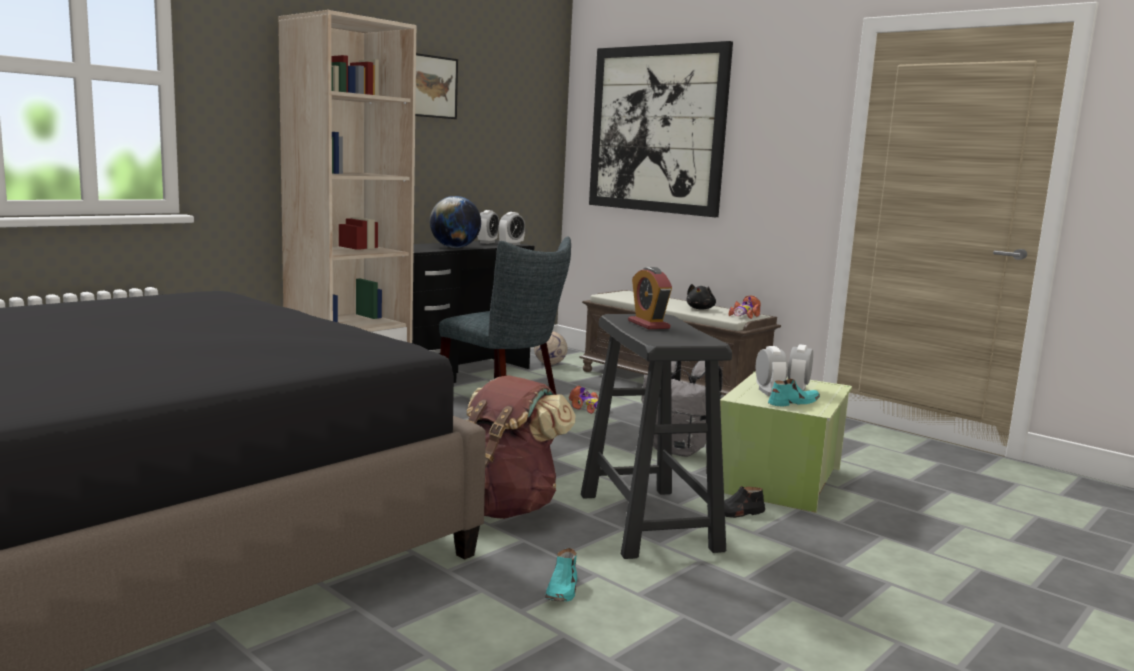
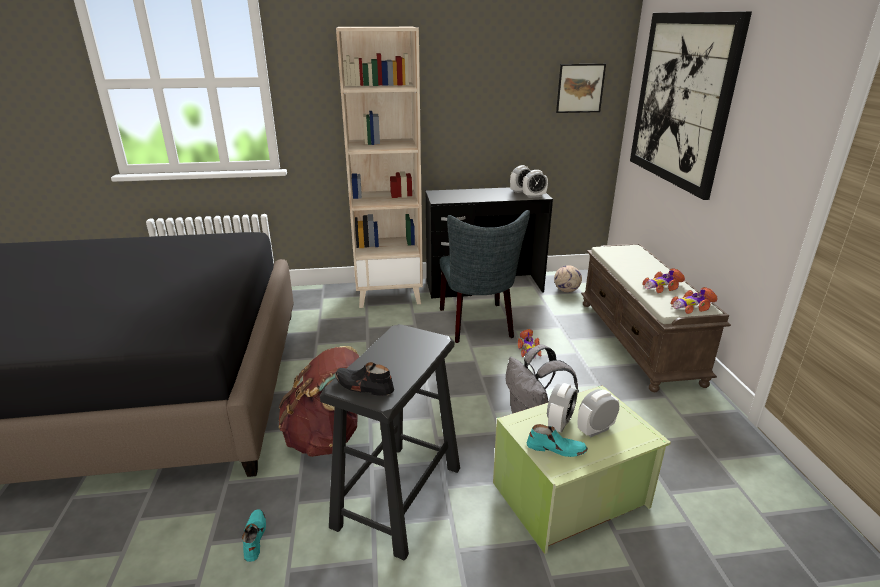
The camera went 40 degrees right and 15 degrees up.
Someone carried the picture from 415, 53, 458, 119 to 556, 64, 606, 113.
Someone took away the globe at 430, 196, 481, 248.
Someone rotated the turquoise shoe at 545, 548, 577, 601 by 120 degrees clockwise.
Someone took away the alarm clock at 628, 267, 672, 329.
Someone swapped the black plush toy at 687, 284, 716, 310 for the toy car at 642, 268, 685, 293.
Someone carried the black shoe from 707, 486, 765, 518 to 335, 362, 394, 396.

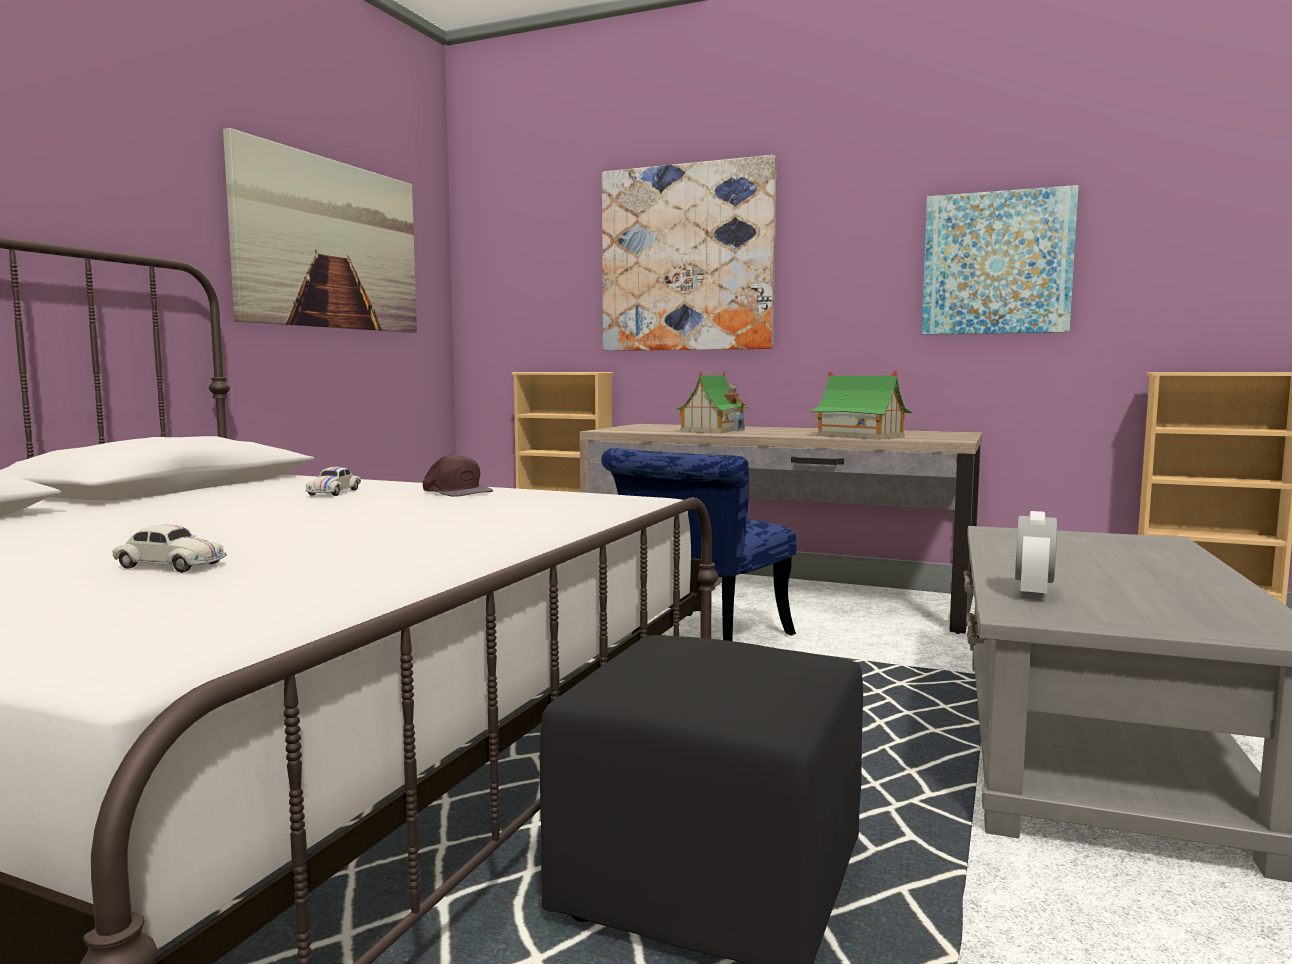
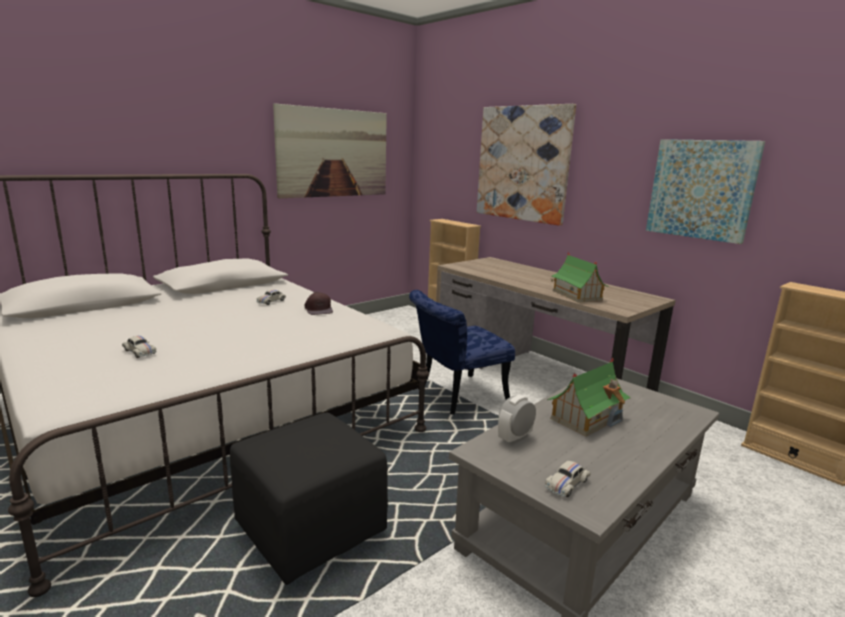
The camera went 25 degrees right and 10 degrees up.
Someone carried the toy house from 675, 370, 748, 434 to 547, 358, 631, 437.
Someone put down the white toy car at 544, 461, 591, 497.

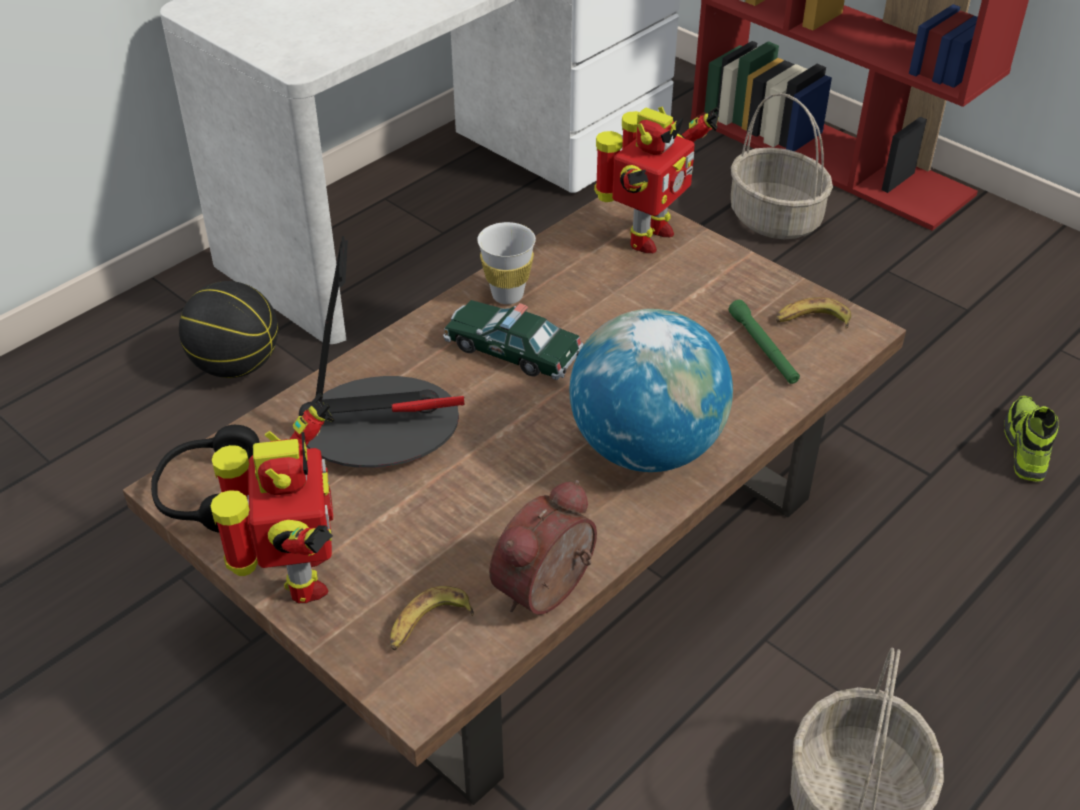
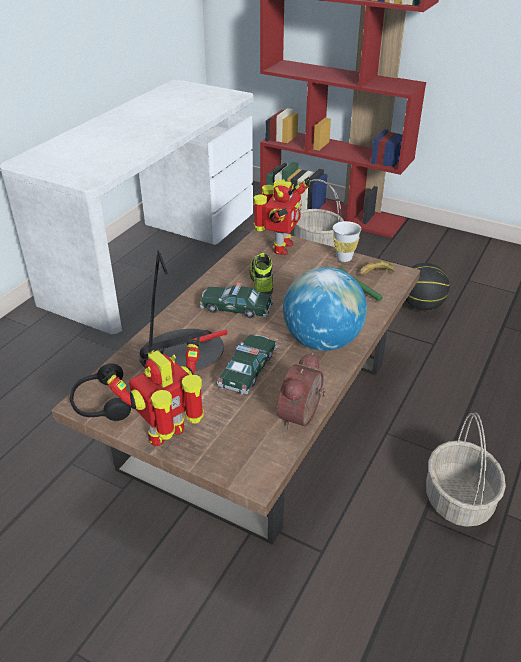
The camera went 15 degrees left and 5 degrees down.
Someone carried the basketball from 179, 281, 278, 378 to 405, 263, 450, 311.
Someone rotated the toy robot at 210, 393, 335, 603 by 105 degrees counterclockwise.
Someone took away the banana at 390, 586, 474, 650.
Someone carried the white cup from 477, 222, 536, 304 to 333, 221, 361, 262.
Someone carried the shoe from 1004, 396, 1059, 482 to 249, 253, 273, 296.
Someone put down the toy car at 217, 334, 278, 395.

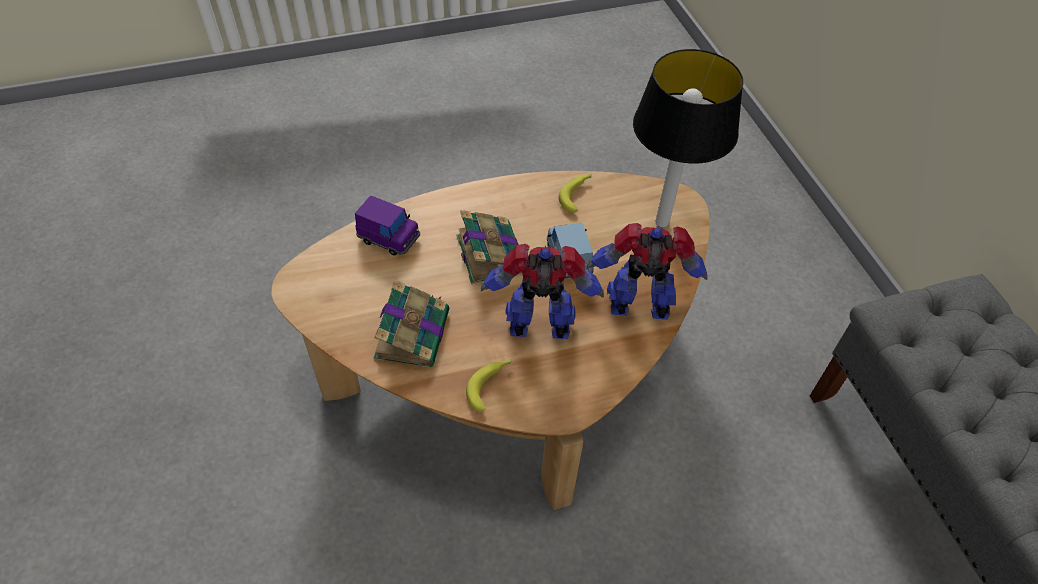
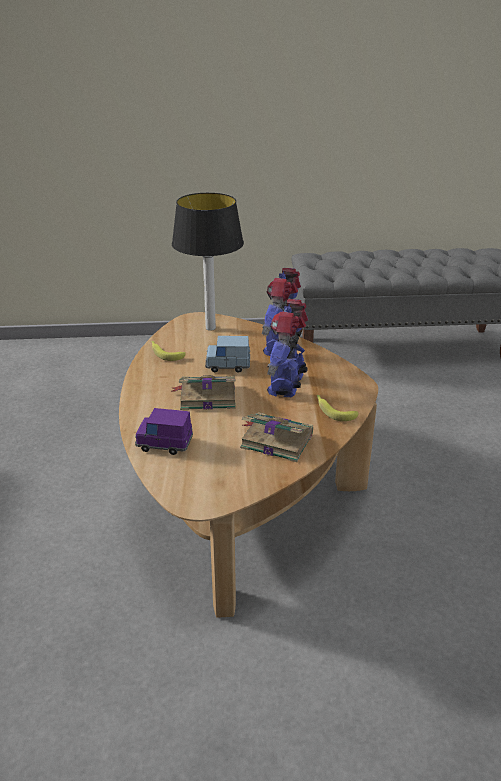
The camera went 75 degrees left and 20 degrees down.
Someone rotated the purple toy car at 355, 196, 420, 256 by 120 degrees counterclockwise.

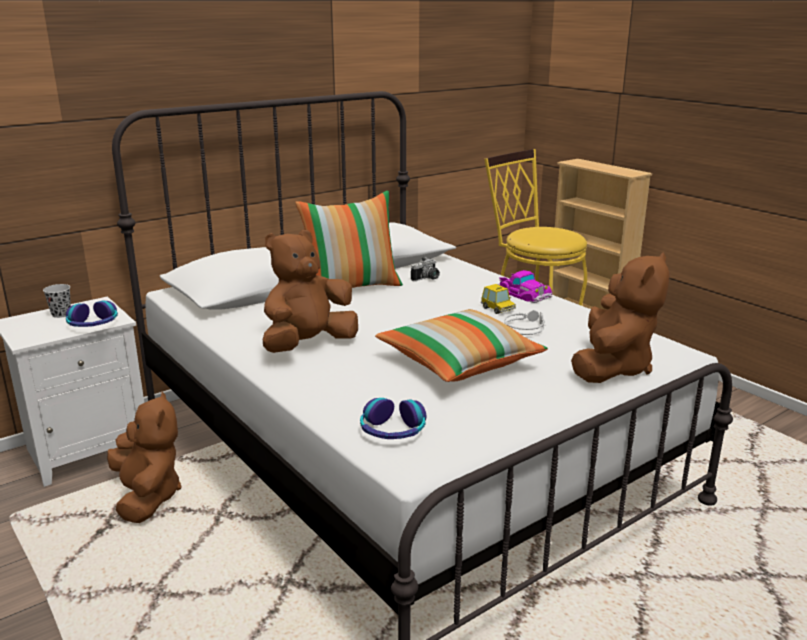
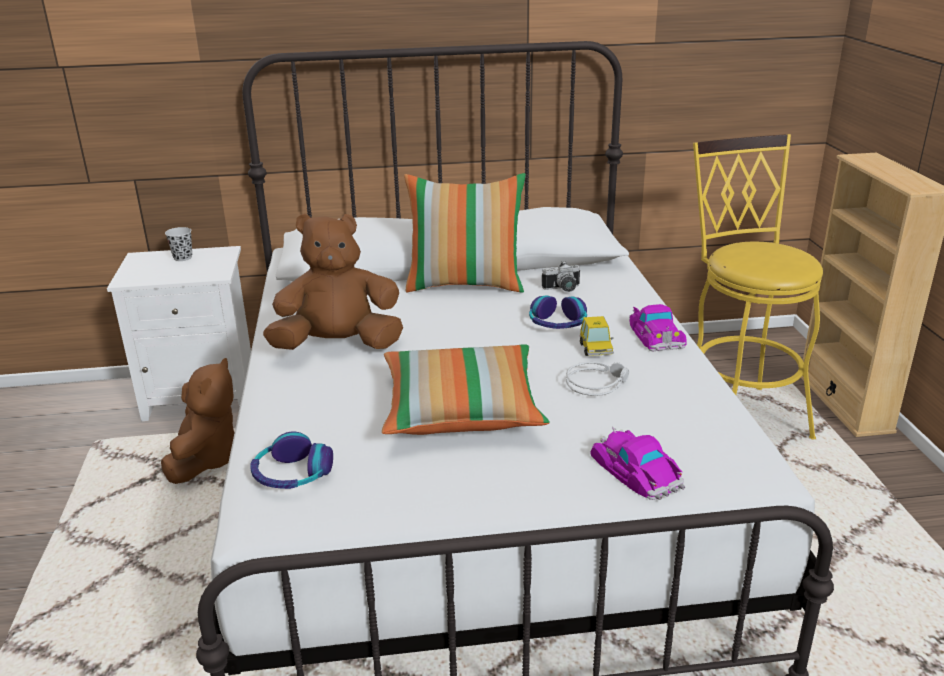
The camera went 30 degrees right and 5 degrees up.
Someone carried the headphones from 66, 300, 118, 327 to 529, 295, 587, 329.
Someone swapped the brown plush toy at 571, 252, 670, 383 for the toy car at 590, 427, 685, 500.

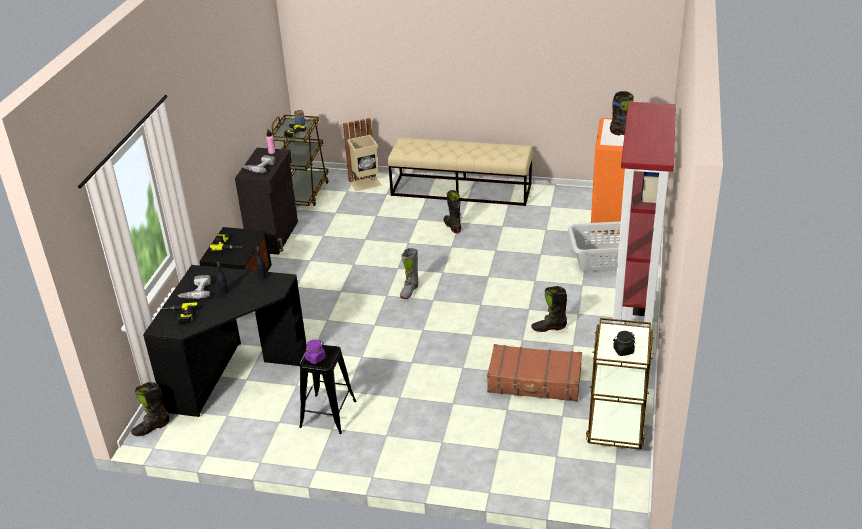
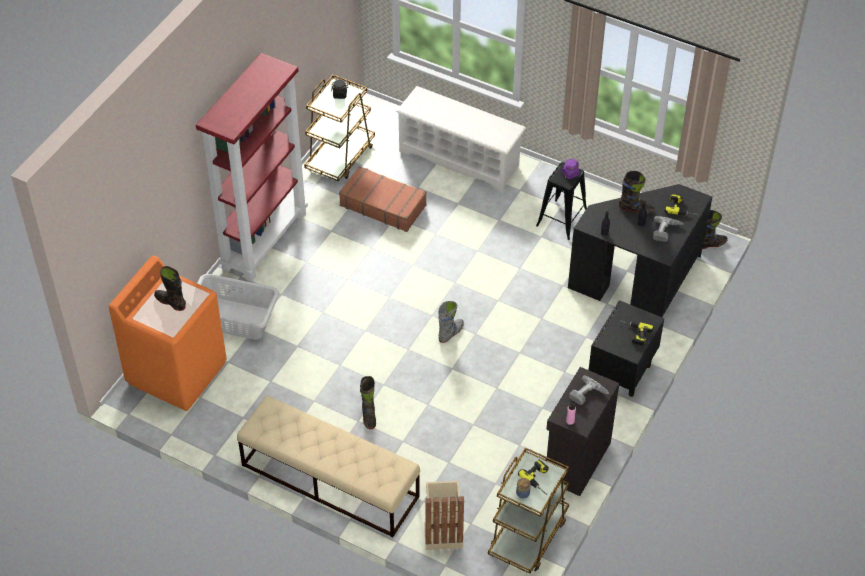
The camera went 165 degrees left and 15 degrees up.
Someone carried the black boot from 531, 286, 567, 332 to 619, 171, 654, 214.
Someone put down the white shoe rack at 396, 86, 526, 192.

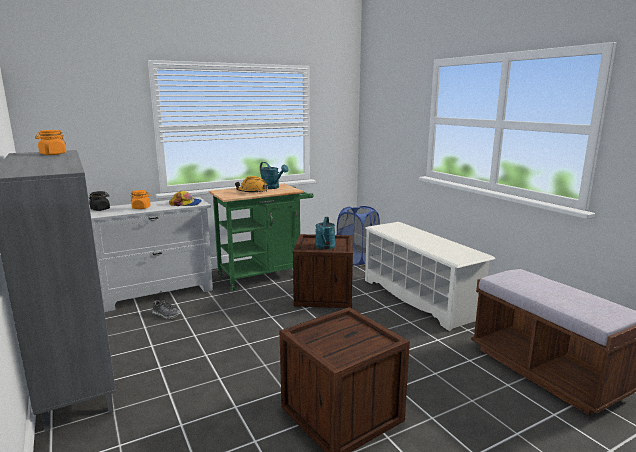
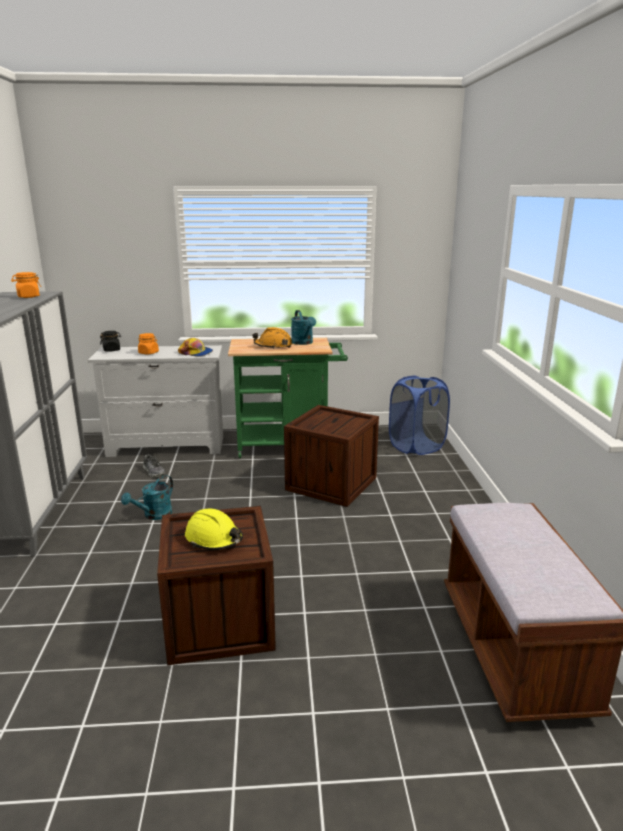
The camera went 25 degrees right and 5 degrees up.
Someone carried the turquoise watering can from 315, 217, 336, 249 to 121, 475, 173, 520.
Someone took away the white shoe rack at 365, 222, 495, 331.
Someone put down the yellow hard hat at 185, 509, 243, 550.

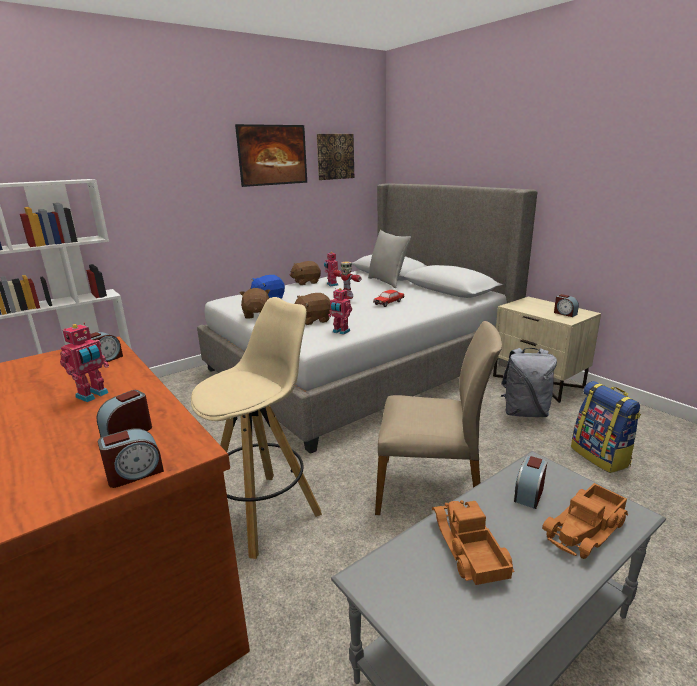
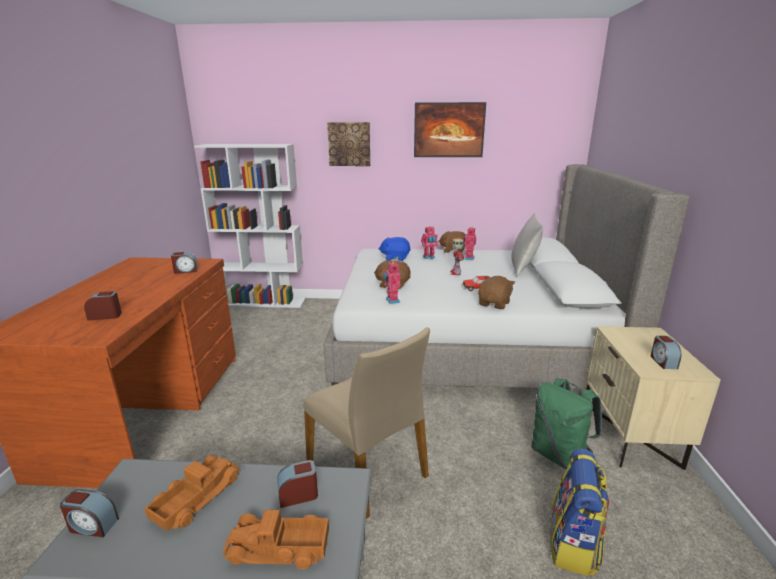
The camera went 40 degrees right and 0 degrees up.
Someone carried the toy robot from 60, 322, 109, 402 to 421, 226, 438, 259.
Someone carried the alarm clock from 98, 428, 164, 488 to 60, 489, 119, 537.
Someone took away the beige stool at 191, 297, 322, 559.
Someone carried the brown plush toy from 240, 288, 270, 319 to 478, 276, 516, 309.
Someone carried the picture from 317, 134, 354, 180 to 327, 122, 370, 166.
Someone repainted the grey backpack at 501, 348, 557, 417, which became the green backpack at 531, 378, 602, 471.

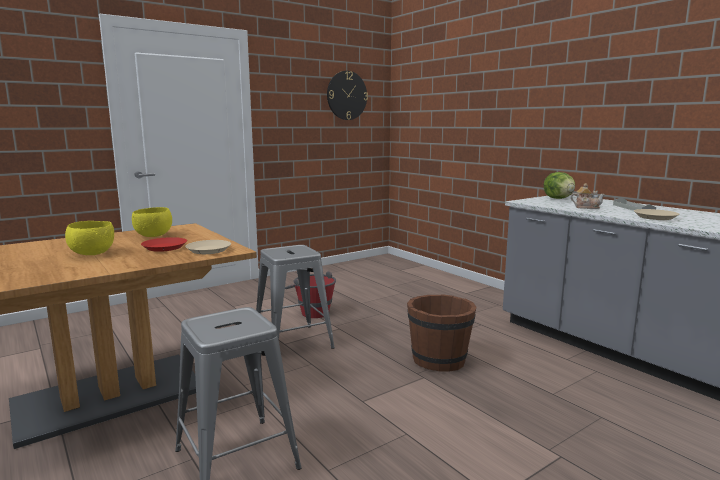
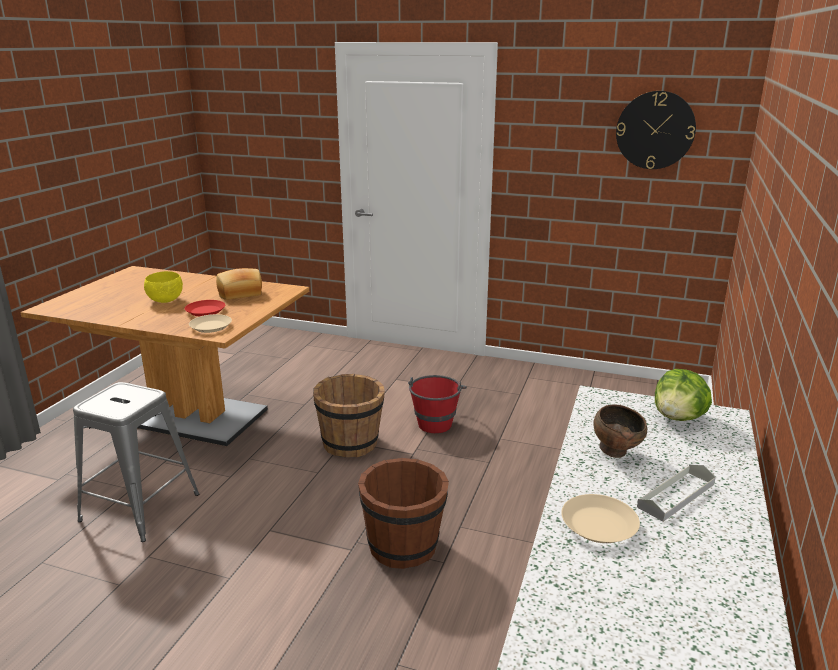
The camera went 55 degrees right and 10 degrees up.
Someone swapped the yellow bowl at 132, 207, 172, 237 for the bread at 216, 268, 262, 300.
Someone swapped the grey stool at 256, 245, 335, 349 for the brown bucket at 313, 374, 385, 458.
Someone swapped the teapot at 571, 183, 605, 209 for the brown bowl at 593, 404, 647, 458.

